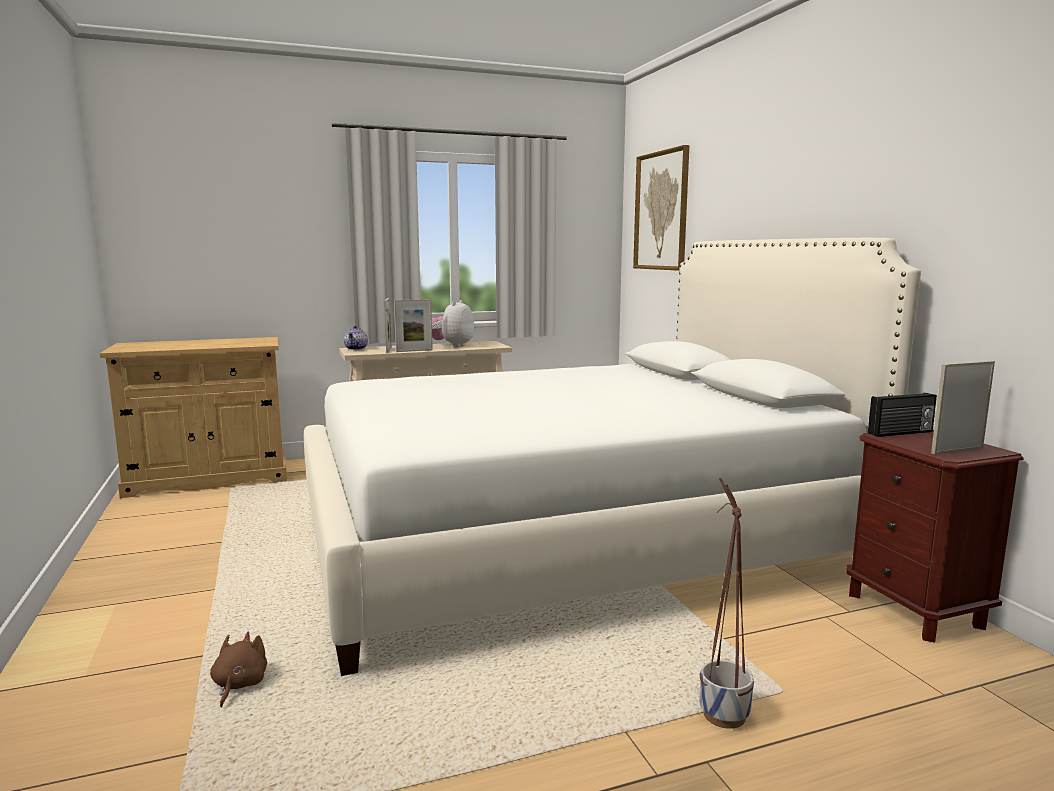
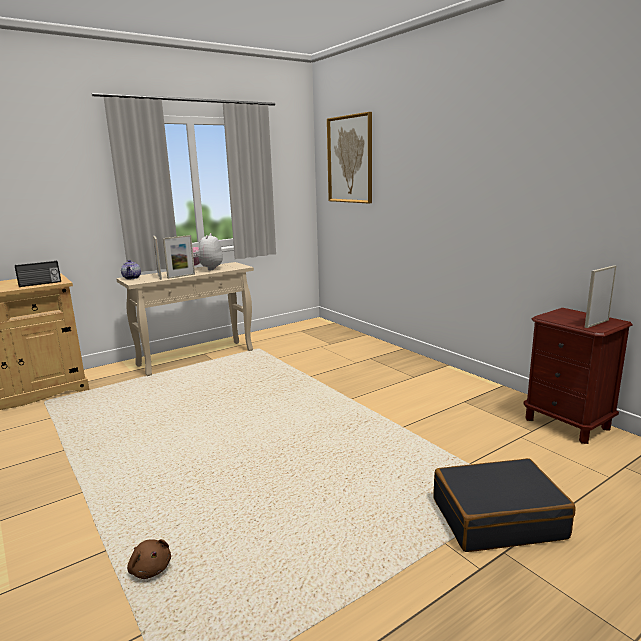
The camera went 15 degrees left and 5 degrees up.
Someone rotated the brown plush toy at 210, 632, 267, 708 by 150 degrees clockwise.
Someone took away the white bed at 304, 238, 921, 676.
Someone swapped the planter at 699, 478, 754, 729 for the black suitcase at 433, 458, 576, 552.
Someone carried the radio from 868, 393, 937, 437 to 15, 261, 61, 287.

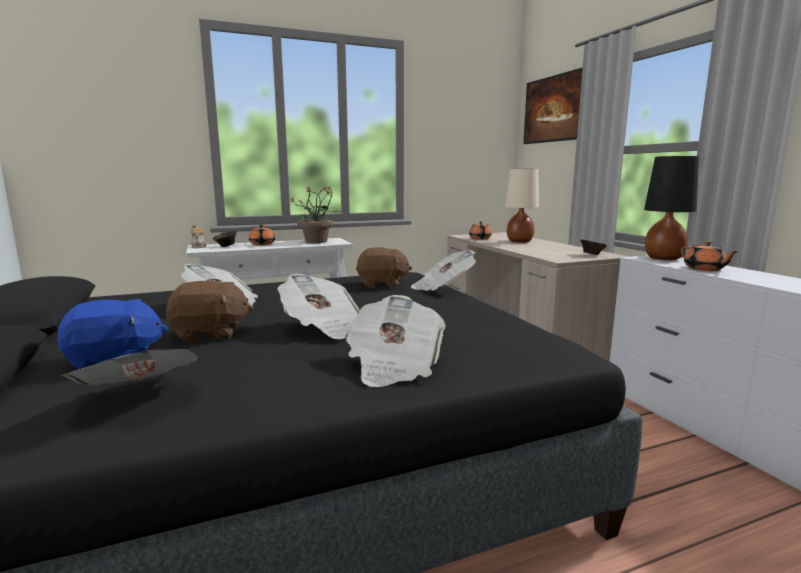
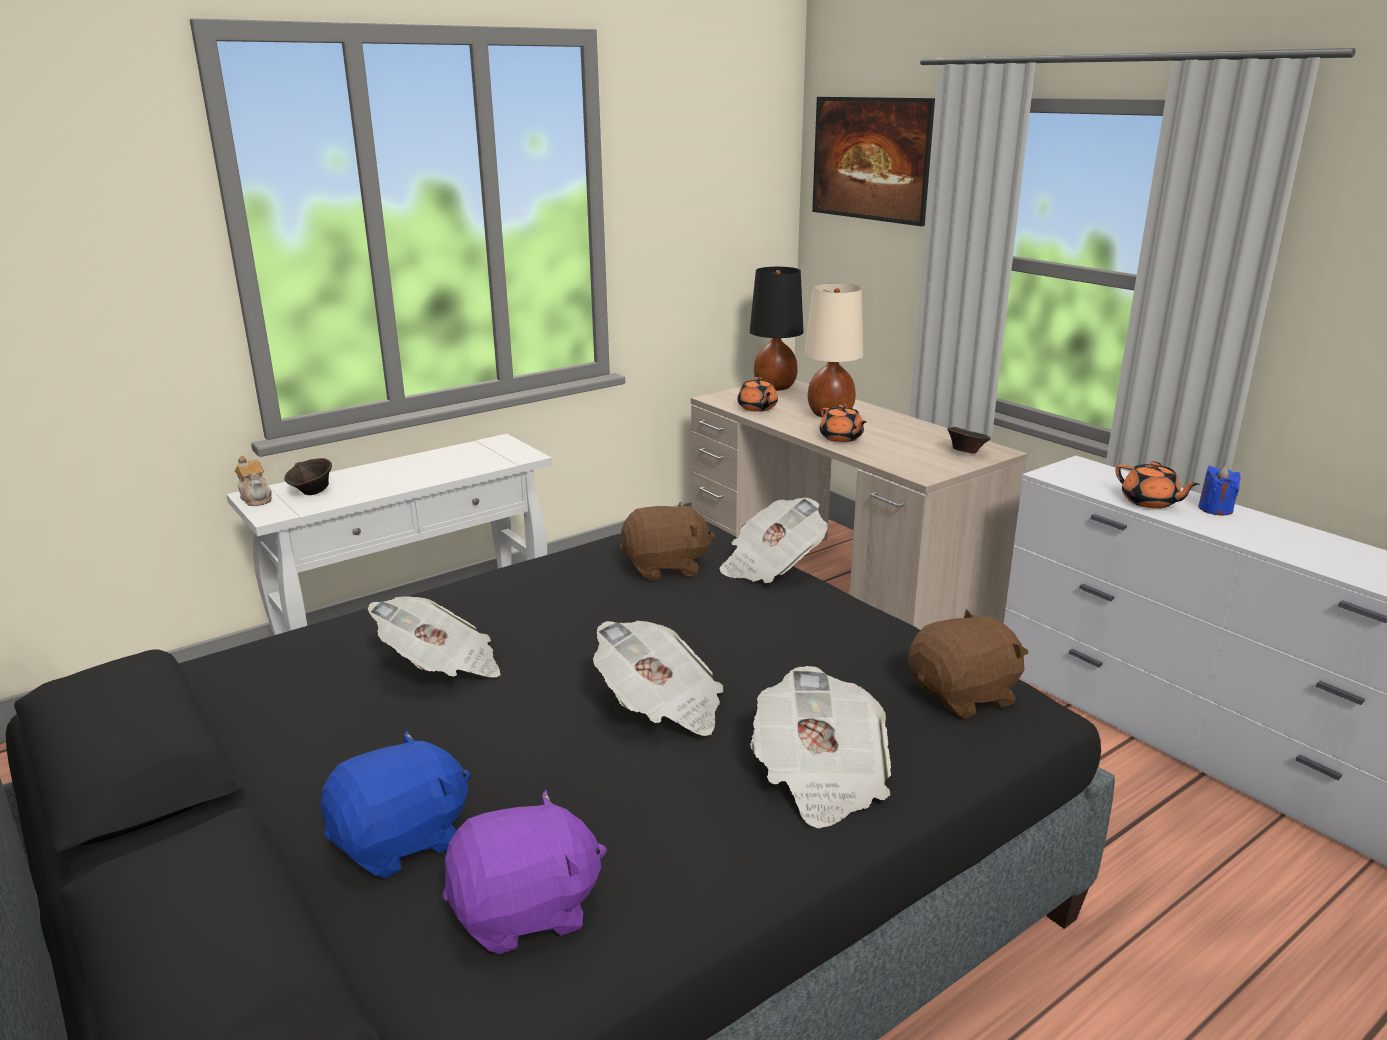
The camera went 15 degrees left and 10 degrees up.
Someone swapped the newspaper at 60, 349, 201, 385 for the purple plush toy at 443, 790, 607, 954.
Someone carried the brown plush toy from 166, 281, 253, 342 to 908, 609, 1029, 719.
Someone carried the orange teapot from 249, 224, 275, 245 to 820, 404, 867, 442.
Someone took away the potted plant at 290, 185, 342, 243.
Someone carried the black table lamp from 644, 156, 699, 260 to 750, 267, 804, 391.
Someone put down the blue candle at 1198, 466, 1241, 516.

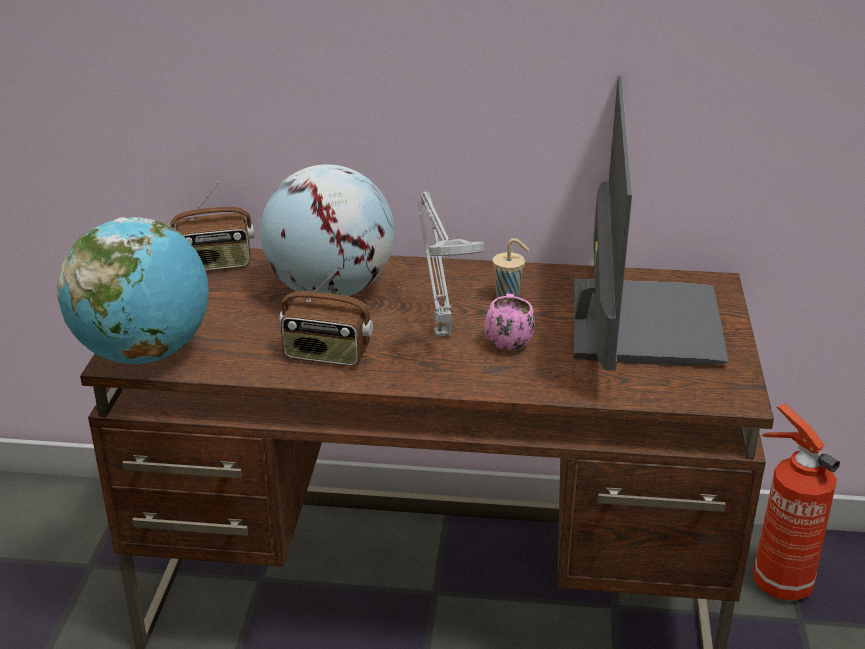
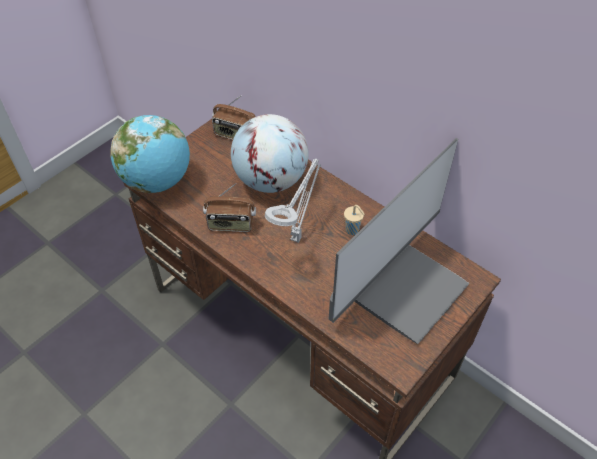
The camera went 35 degrees right and 20 degrees up.
Someone rotated the radio at 279, 266, 373, 366 by 45 degrees counterclockwise.
Someone took away the pink mug at 485, 293, 535, 350.
Someone took away the fire extinguisher at 753, 403, 840, 601.

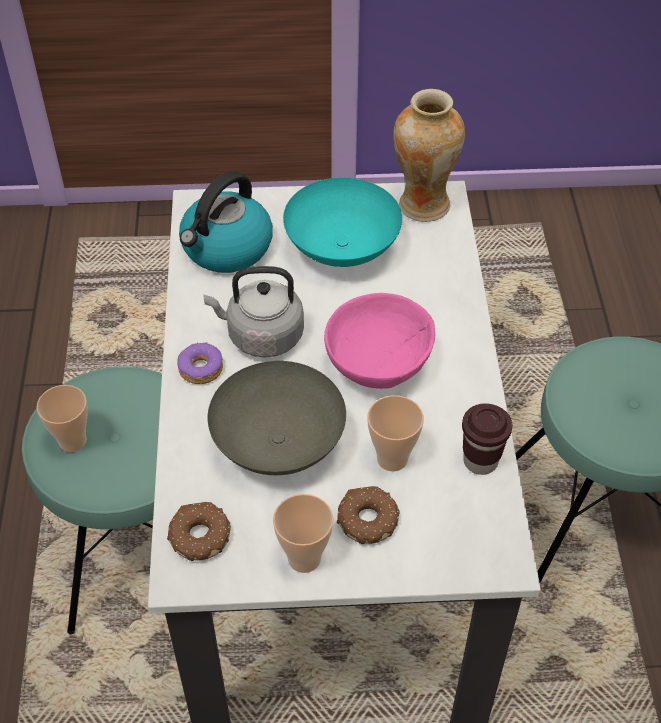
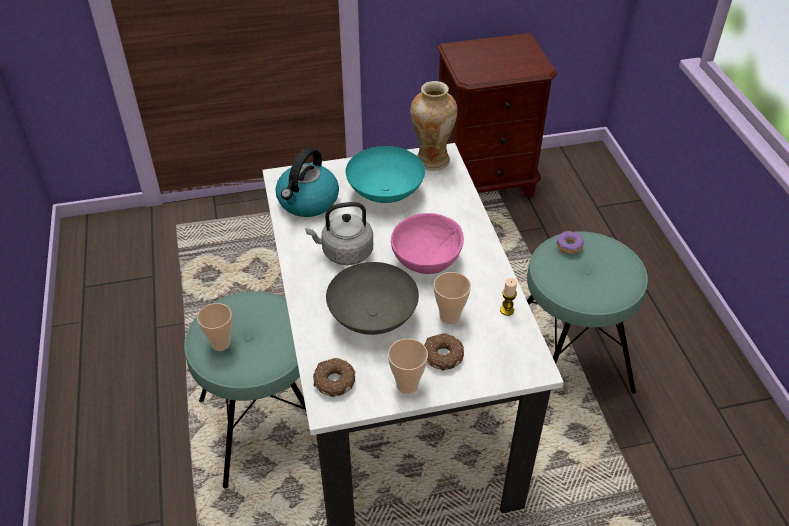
The camera went 10 degrees left and 5 degrees down.
Someone carried the donut from 177, 342, 223, 384 to 557, 231, 584, 254.
Someone swapped the brown cup at 462, 403, 513, 475 for the candle at 500, 278, 517, 316.
Someone put down the brown nightstand at 437, 33, 557, 198.

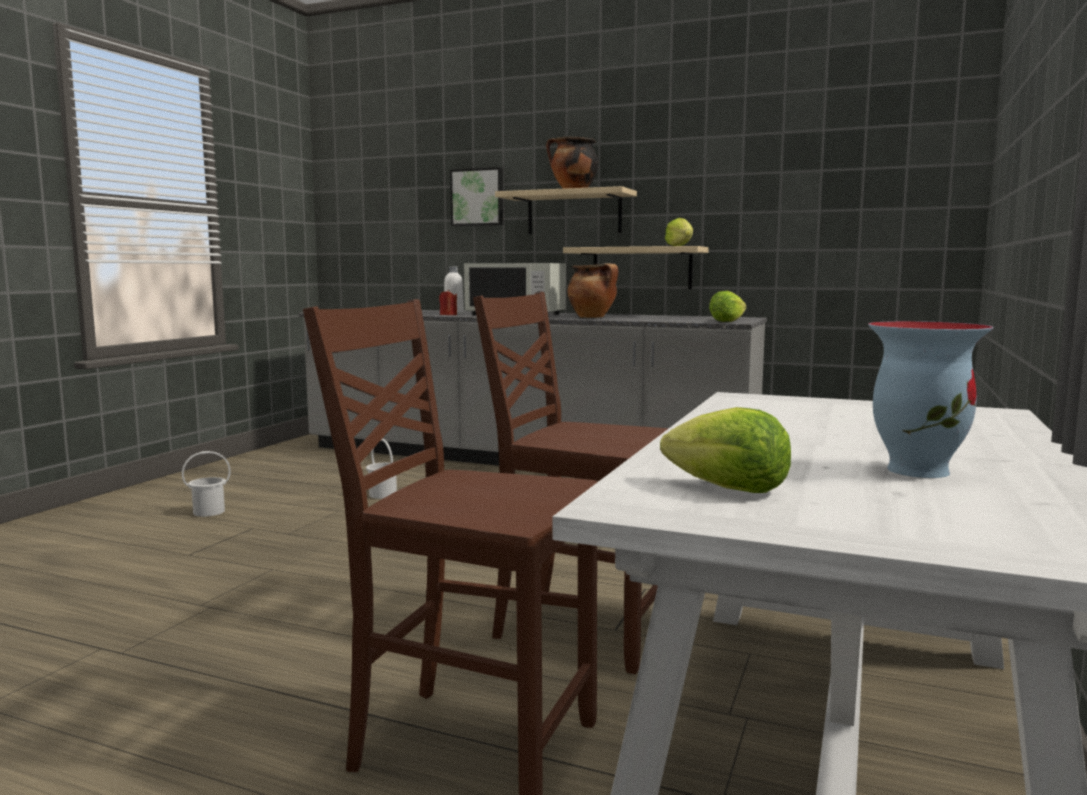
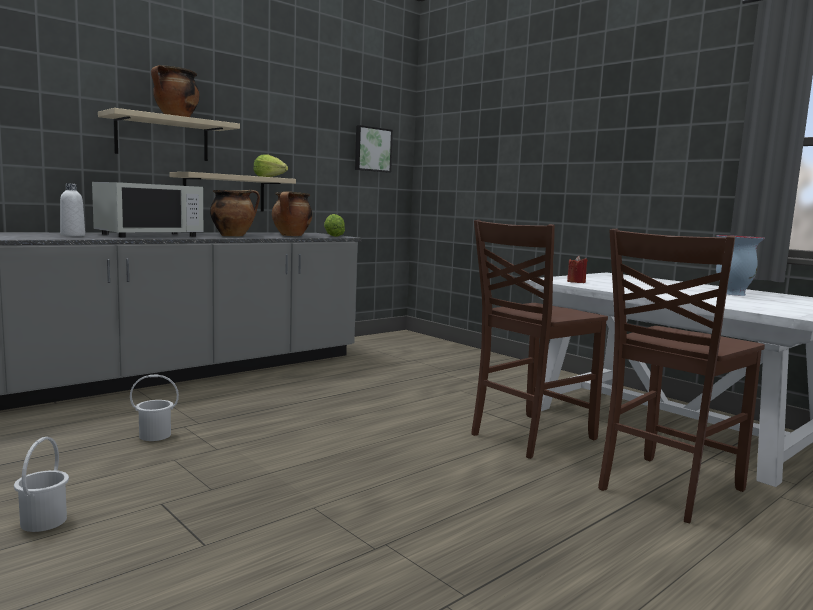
The camera went 65 degrees left and 0 degrees up.
Someone carried the red candle from 439, 290, 457, 315 to 567, 256, 588, 283.
Someone carried the picture from 450, 167, 503, 226 to 355, 125, 393, 173.
Someone took away the lettuce at 660, 407, 791, 493.
Someone put down the cooking pot at 272, 191, 312, 236.

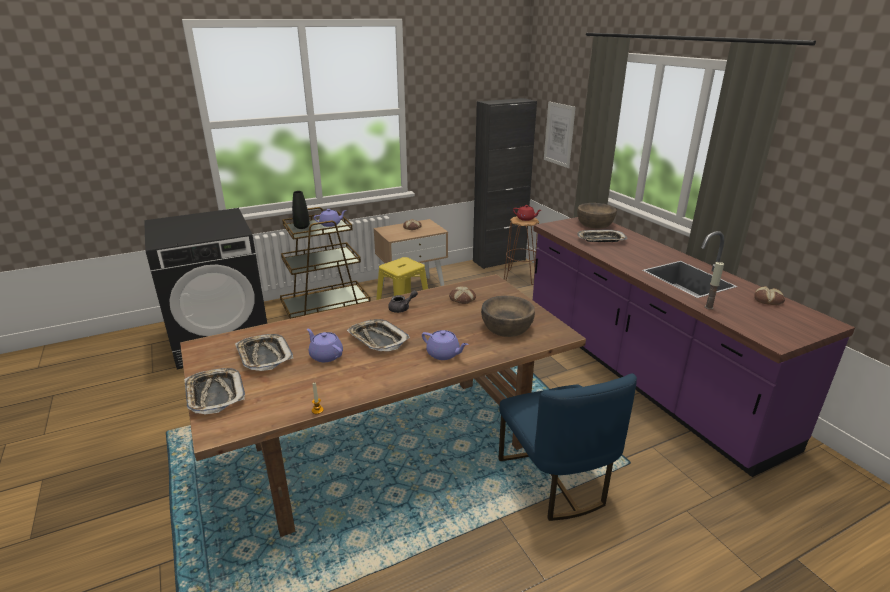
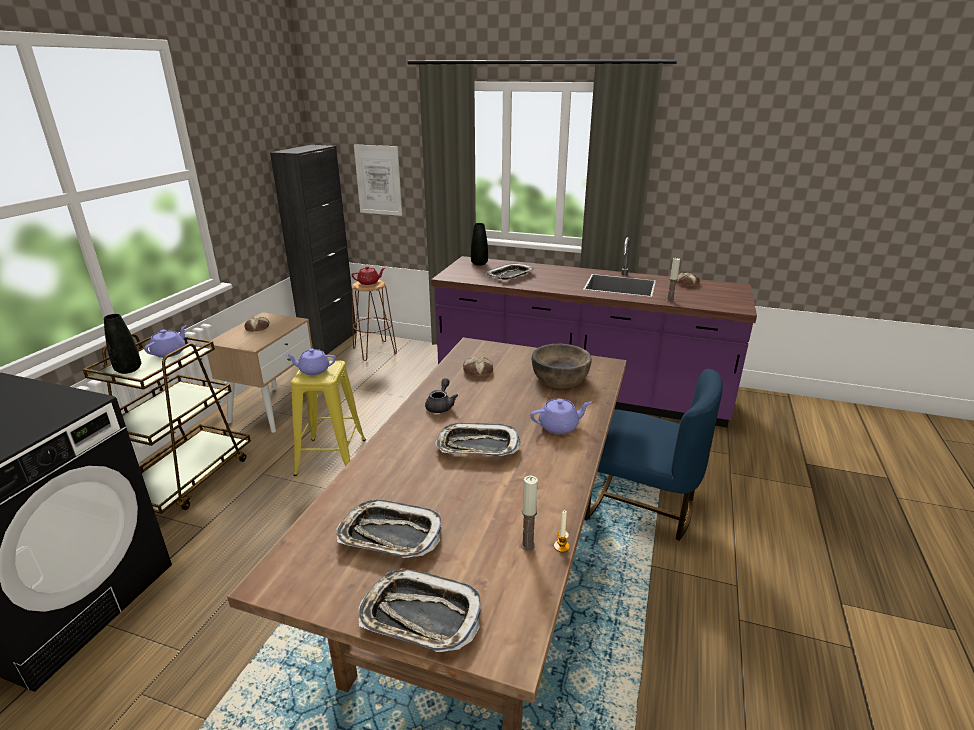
The camera went 45 degrees left and 0 degrees up.
Someone carried the purple teapot from 307, 329, 343, 362 to 286, 349, 336, 375.
Someone swapped the brown bowl at 577, 203, 617, 229 for the black vase at 471, 223, 488, 266.
Someone put down the candle at 521, 475, 538, 551.

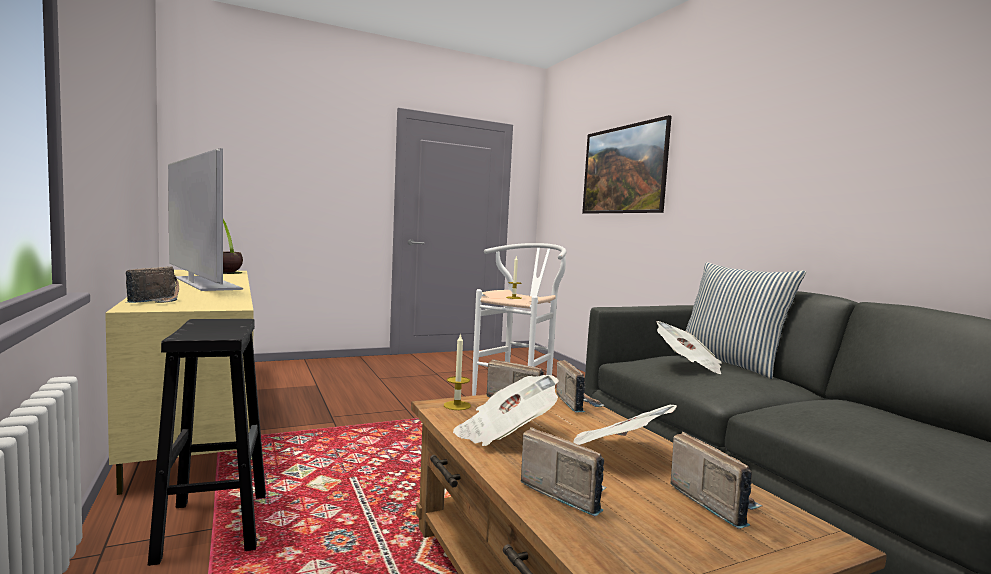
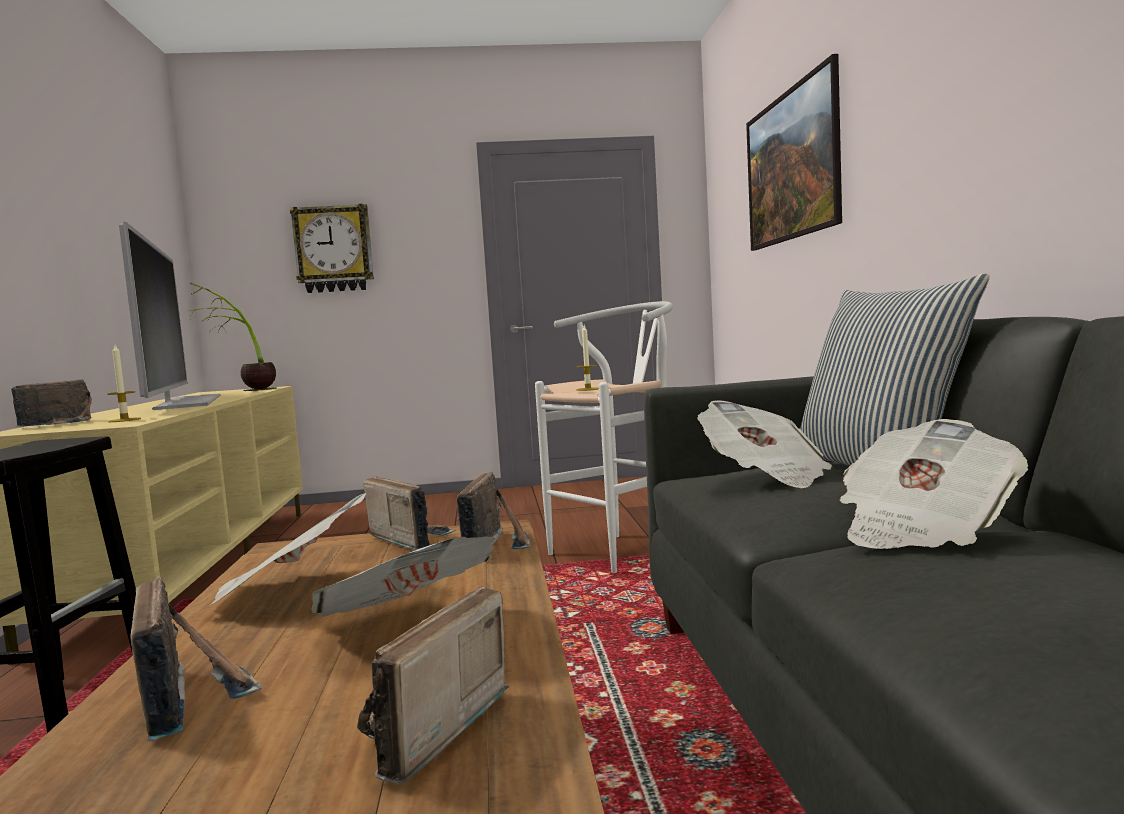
The camera went 20 degrees right and 0 degrees up.
Someone carried the candle from 444, 333, 471, 410 to 107, 345, 141, 422.
Someone rotated the radio at 670, 432, 762, 529 by 150 degrees counterclockwise.
Someone put up the wall clock at 290, 204, 374, 293.
Someone put down the newspaper at 840, 419, 1028, 549.

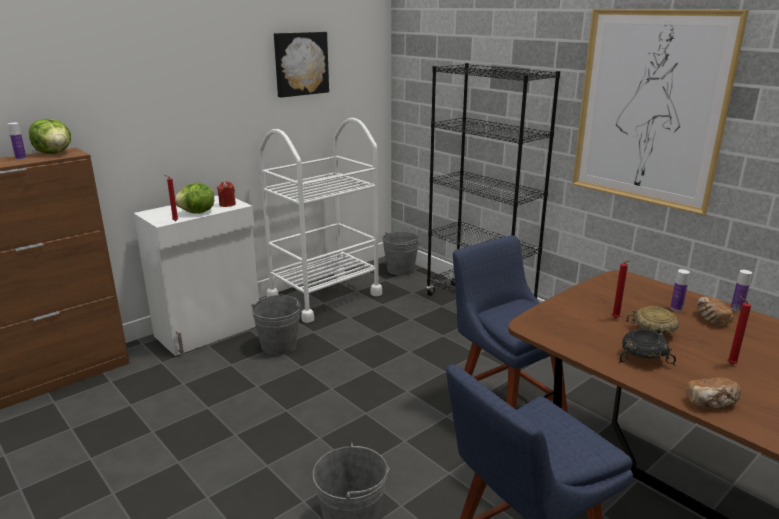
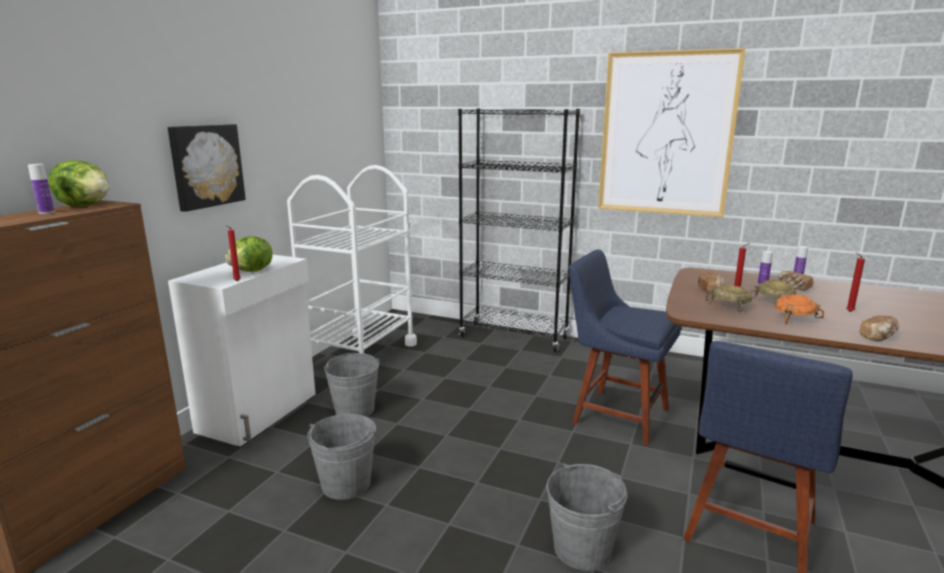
The camera went 25 degrees left and 5 degrees down.
Someone took away the red candle at 217, 181, 236, 207.
Someone carried the picture from 274, 32, 329, 98 to 168, 124, 246, 212.
Someone carried the grey bucket from 382, 232, 420, 275 to 307, 414, 376, 500.
Someone repainted the black bowl at 619, 328, 676, 366, which became the orange bowl at 775, 294, 824, 325.
Someone put down the bread at 697, 272, 725, 293.
Someone put down the beige bowl at 705, 285, 752, 313.

